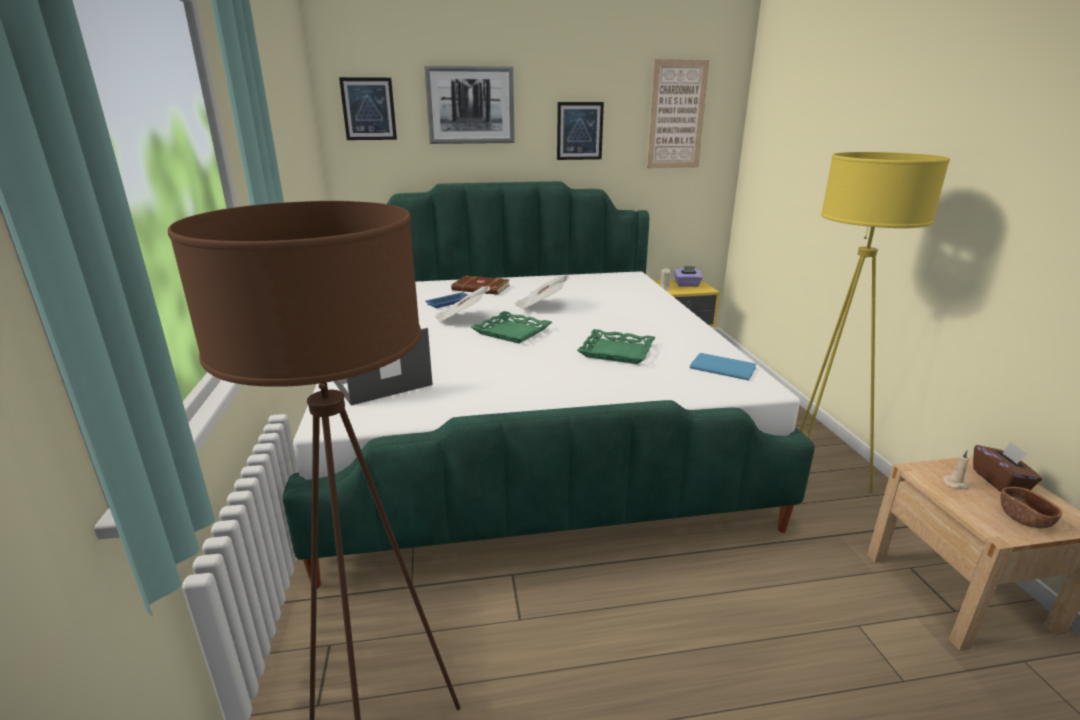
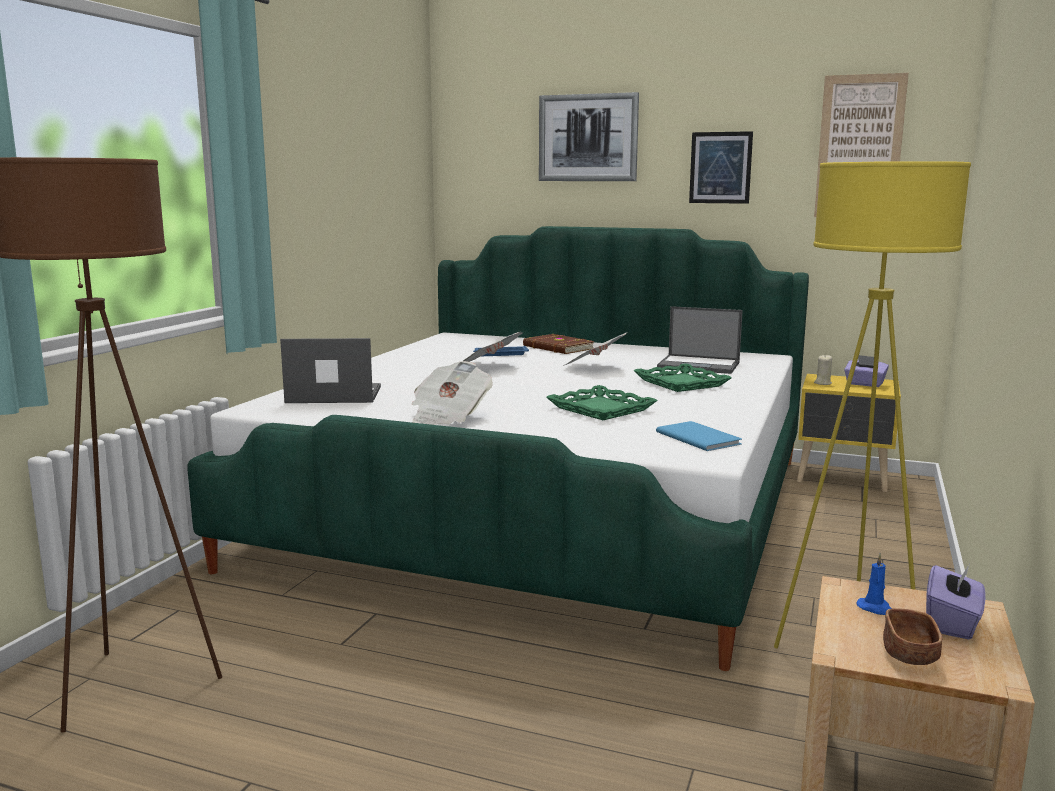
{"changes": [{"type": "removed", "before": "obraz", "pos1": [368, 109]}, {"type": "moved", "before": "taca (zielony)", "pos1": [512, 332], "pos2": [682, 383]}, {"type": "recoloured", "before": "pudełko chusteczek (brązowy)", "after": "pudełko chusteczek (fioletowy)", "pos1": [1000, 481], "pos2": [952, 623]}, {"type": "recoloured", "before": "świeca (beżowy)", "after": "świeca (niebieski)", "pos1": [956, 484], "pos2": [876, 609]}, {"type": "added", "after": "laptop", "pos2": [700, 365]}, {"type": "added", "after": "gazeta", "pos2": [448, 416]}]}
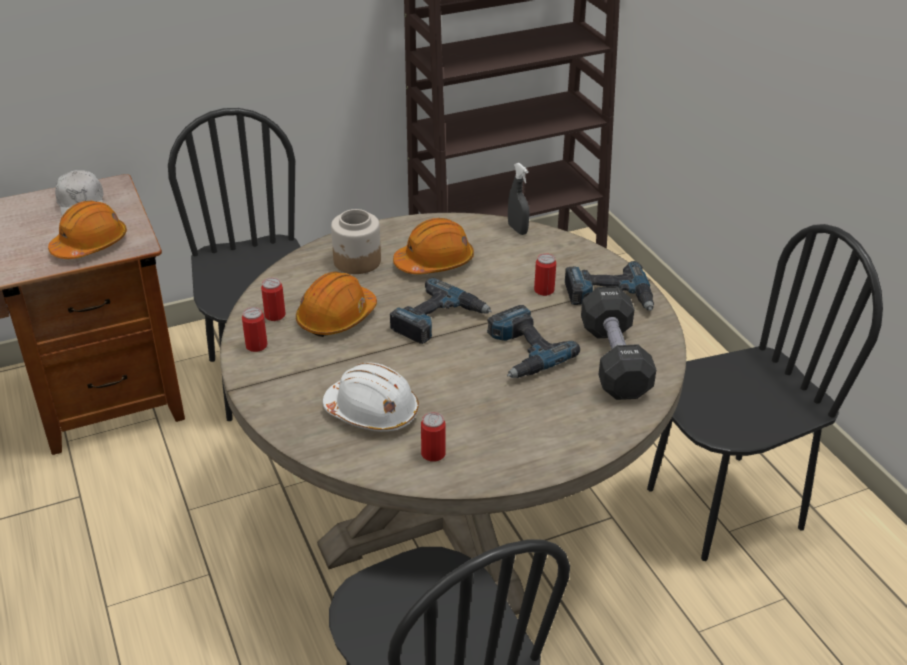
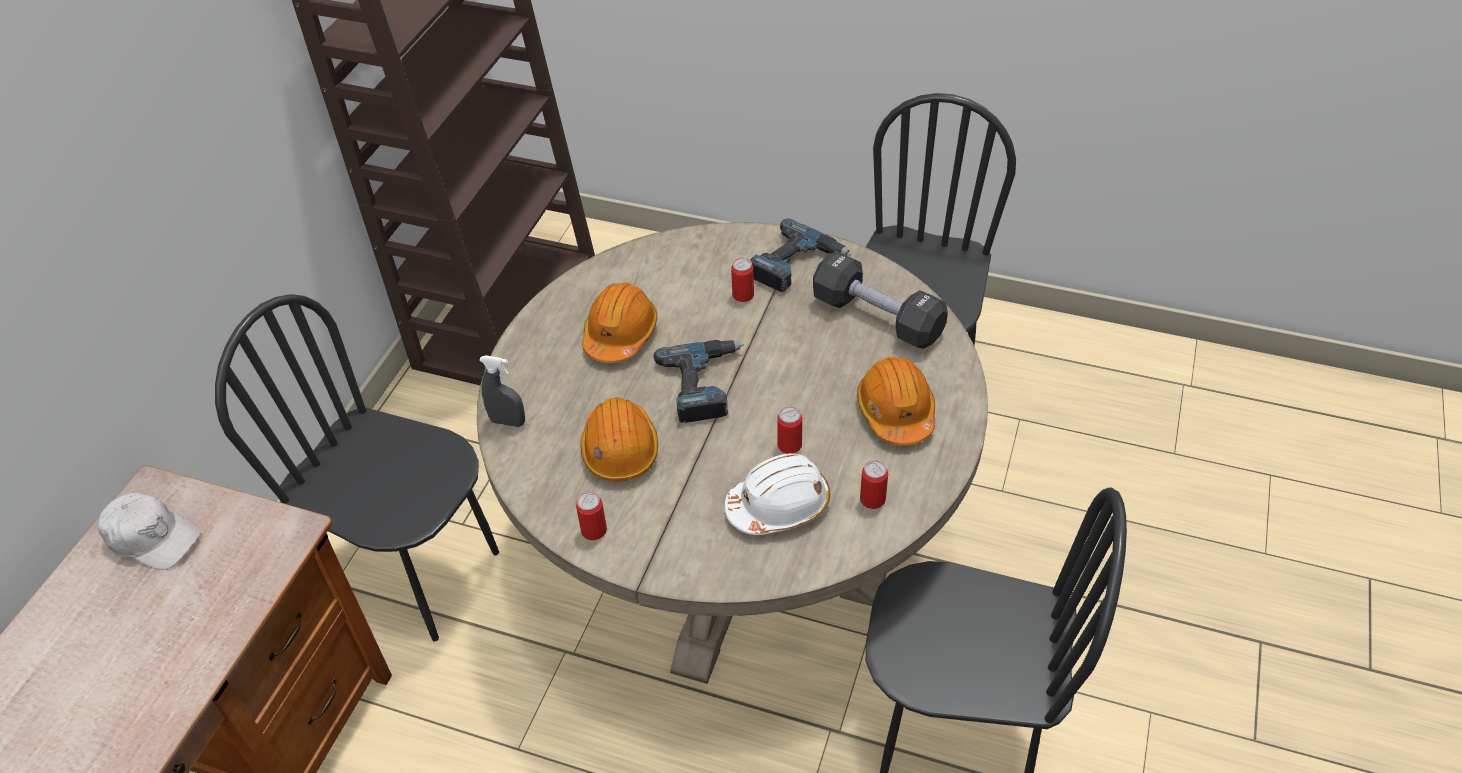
{"changes": [{"type": "moved", "before": "spryskiwacz (szary)", "pos1": [517, 229], "pos2": [508, 422]}, {"type": "moved", "before": "kask (pomarańczowy)", "pos1": [90, 245], "pos2": [896, 411]}, {"type": "removed", "before": "słoik", "pos1": [357, 261]}, {"type": "moved", "before": "puszka", "pos1": [275, 315], "pos2": [789, 445]}, {"type": "removed", "before": "wiertarka", "pos1": [522, 351]}]}
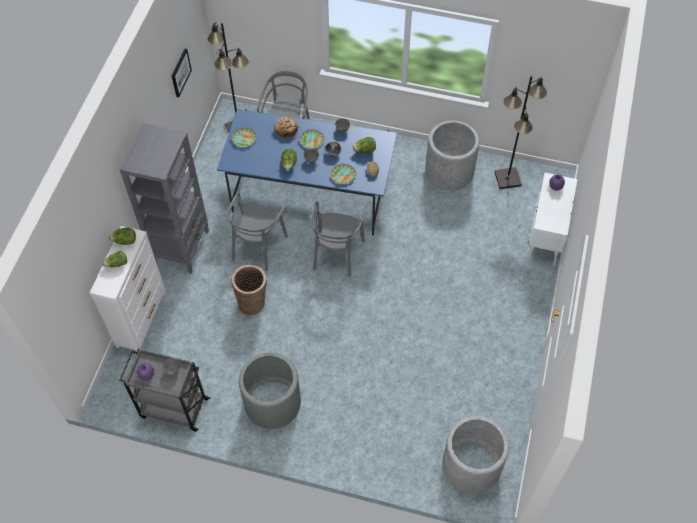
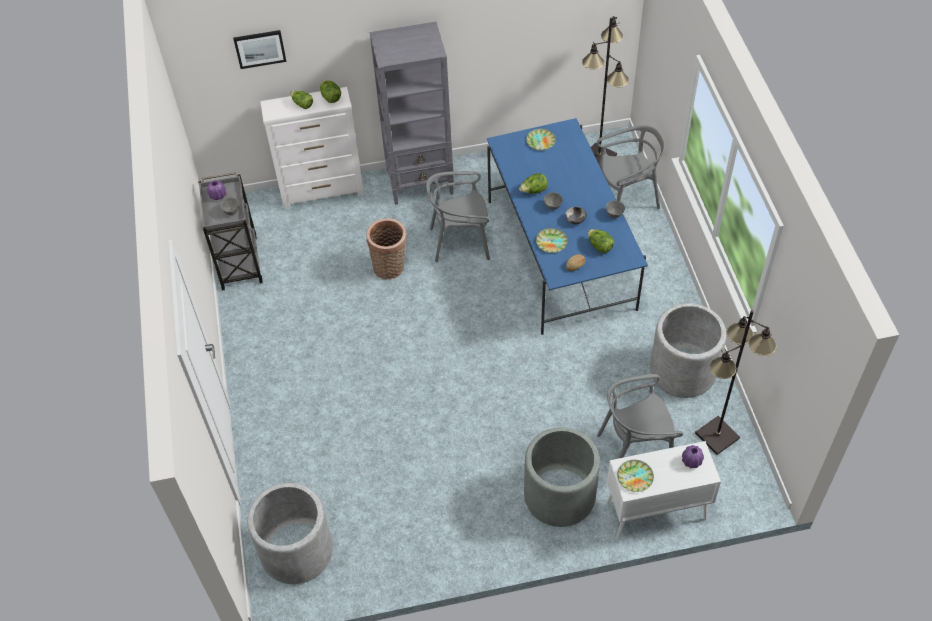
{"changes": [{"type": "moved", "before": "obraz", "pos1": [180, 72], "pos2": [260, 48]}, {"type": "removed", "before": "chleb", "pos1": [287, 129]}, {"type": "moved", "before": "talerz", "pos1": [311, 140], "pos2": [635, 477]}, {"type": "moved", "before": "krzesło (szary)", "pos1": [337, 254], "pos2": [635, 448]}, {"type": "moved", "before": "donica (szary)", "pos1": [272, 403], "pos2": [559, 495]}]}
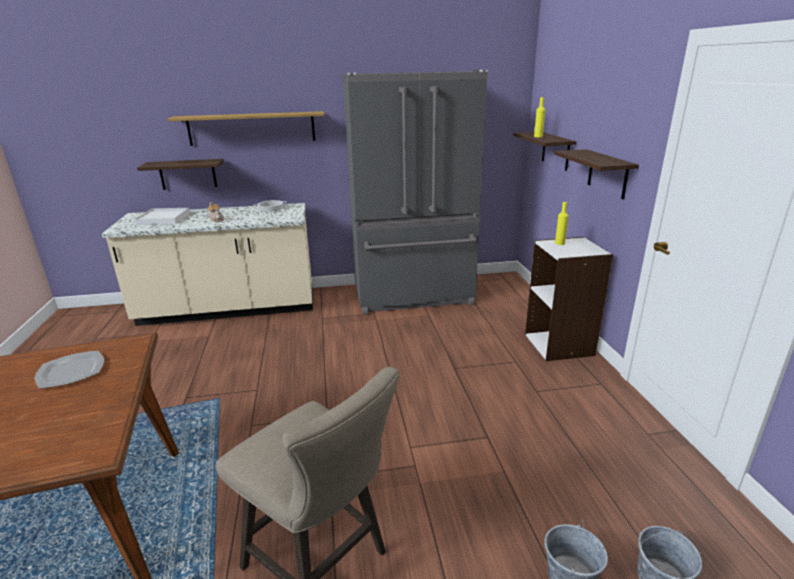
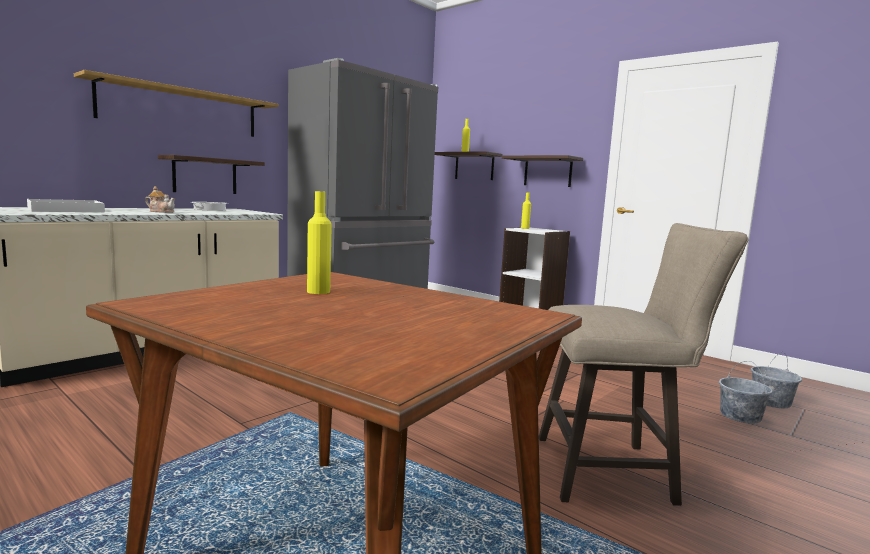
{"changes": [{"type": "moved", "before": "półka", "pos1": [188, 174], "pos2": [205, 176]}, {"type": "replaced", "before": "talerz", "after": "butelka (żółty)", "pos1": [71, 372], "pos2": [318, 291]}]}
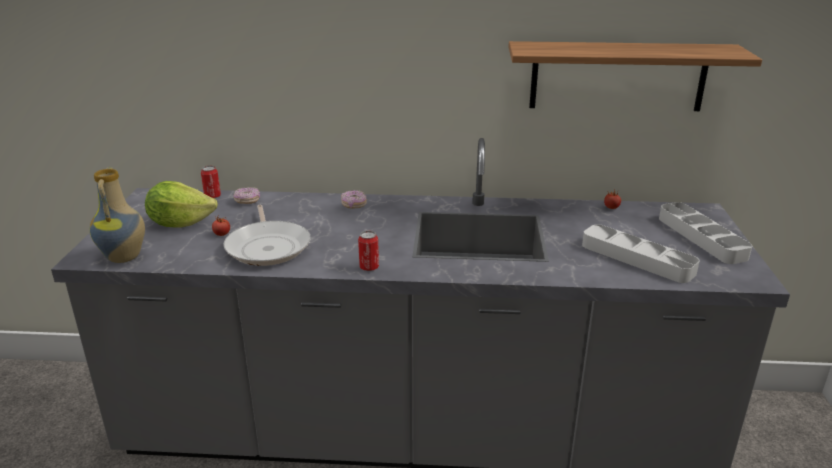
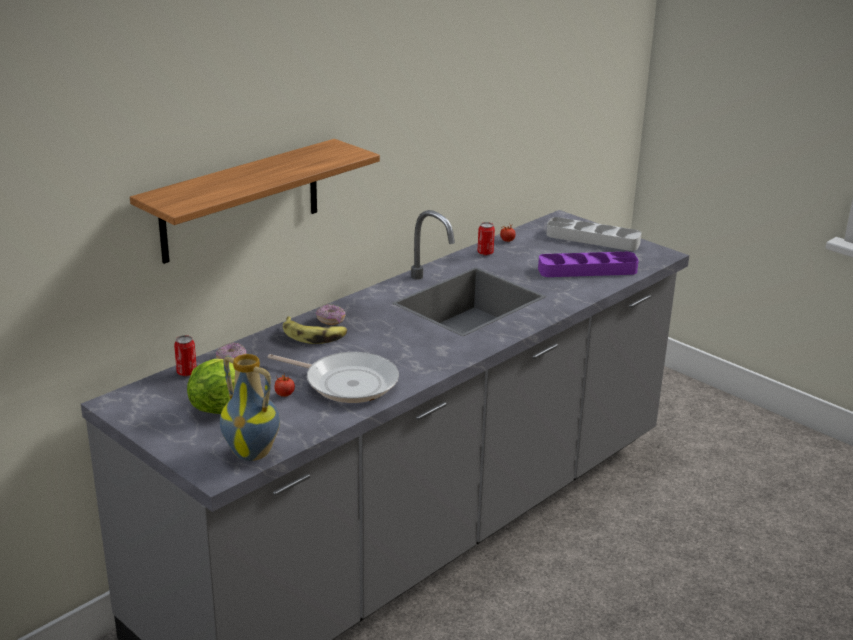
{"changes": [{"type": "moved", "before": "półka", "pos1": [618, 76], "pos2": [241, 201]}, {"type": "recoloured", "before": "taca (szary)", "after": "taca (fioletowy)", "pos1": [637, 258], "pos2": [587, 270]}, {"type": "moved", "before": "puszka", "pos1": [369, 267], "pos2": [485, 253]}, {"type": "added", "after": "banan", "pos2": [314, 336]}]}
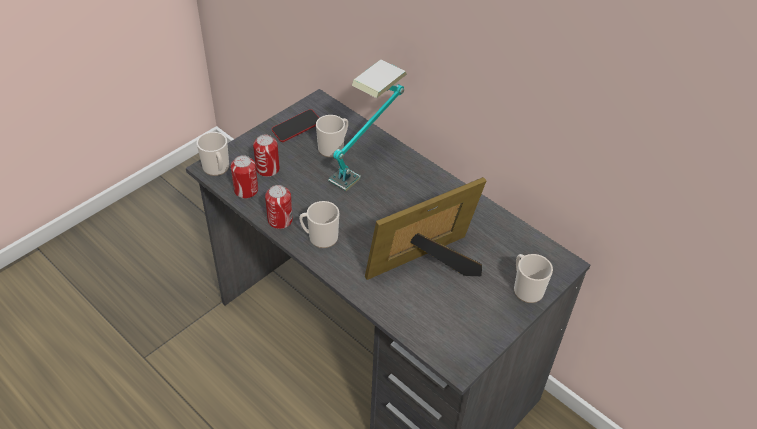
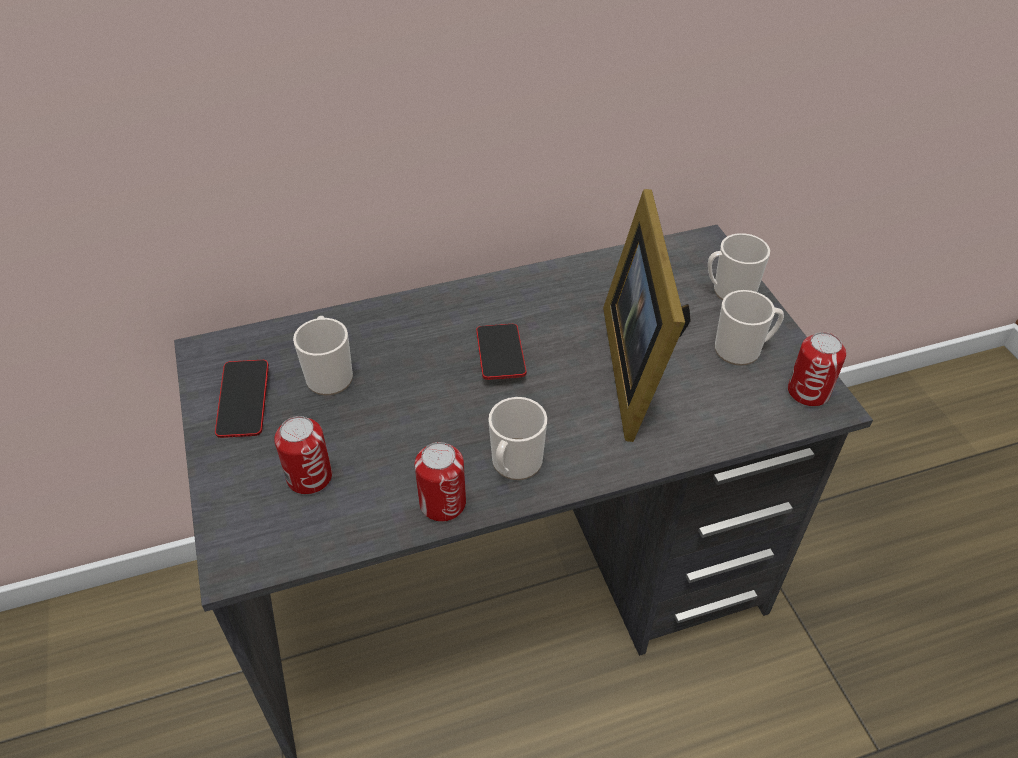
{"changes": [{"type": "removed", "before": "lampa stołowa", "pos1": [367, 161]}, {"type": "moved", "before": "kubek", "pos1": [217, 169], "pos2": [742, 349]}, {"type": "moved", "before": "puszka", "pos1": [246, 190], "pos2": [808, 392]}, {"type": "added", "after": "telefon", "pos2": [500, 356]}]}
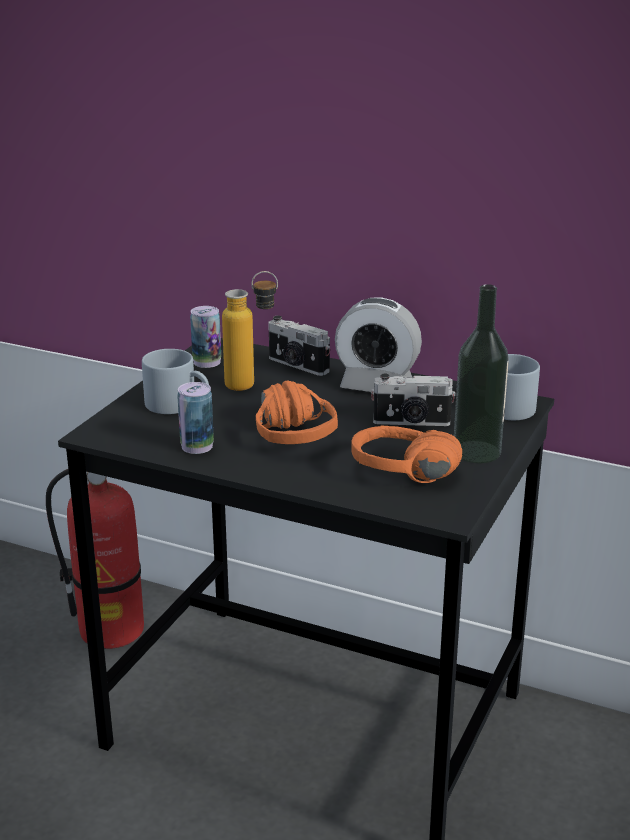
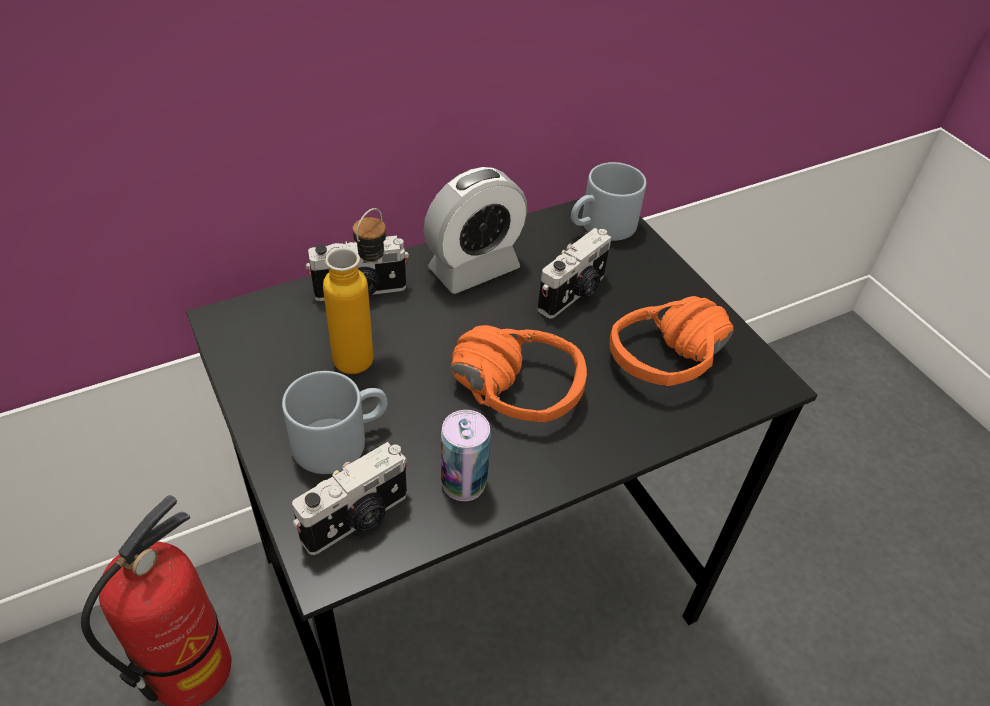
{"changes": [{"type": "removed", "before": "butelka", "pos1": [476, 452]}, {"type": "removed", "before": "puszka", "pos1": [207, 362]}, {"type": "added", "after": "aparat fotograficzny", "pos2": [357, 519]}]}
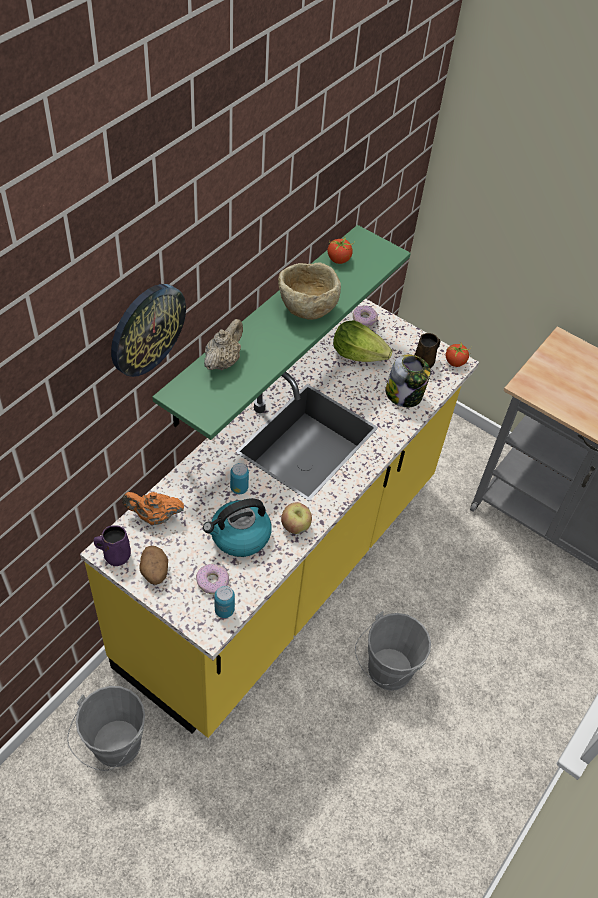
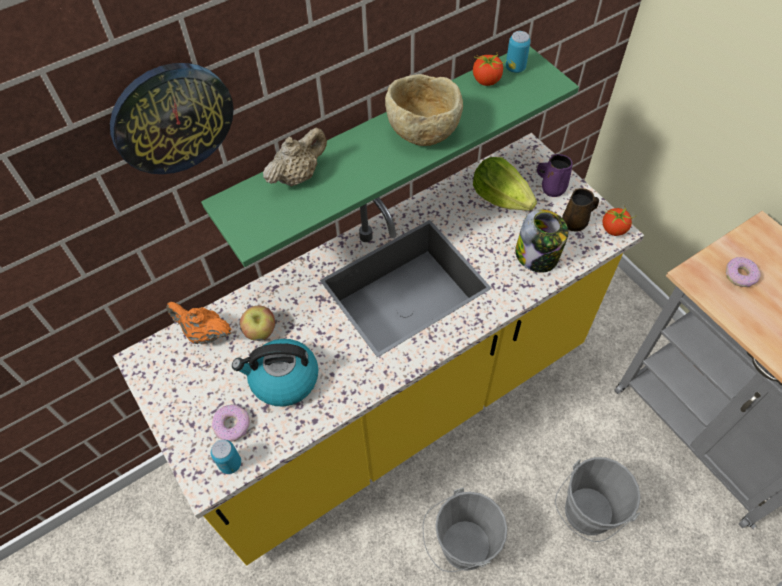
{"changes": [{"type": "moved", "before": "donut", "pos1": [364, 319], "pos2": [740, 275]}, {"type": "moved", "before": "puszka", "pos1": [239, 488], "pos2": [515, 68]}, {"type": "moved", "before": "jabłko", "pos1": [295, 526], "pos2": [260, 332]}, {"type": "moved", "before": "kubek (fioletowy)", "pos1": [115, 556], "pos2": [551, 188]}, {"type": "removed", "before": "ziemniak", "pos1": [154, 572]}, {"type": "moved", "before": "wiadro (szary)", "pos1": [113, 749], "pos2": [584, 515]}]}
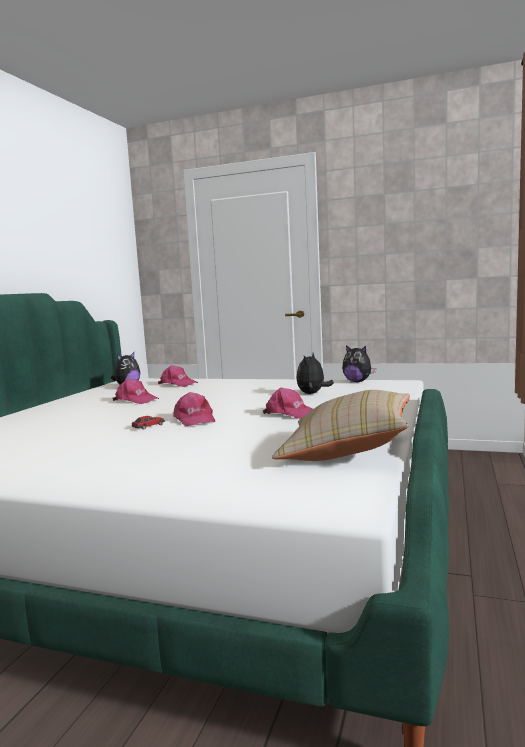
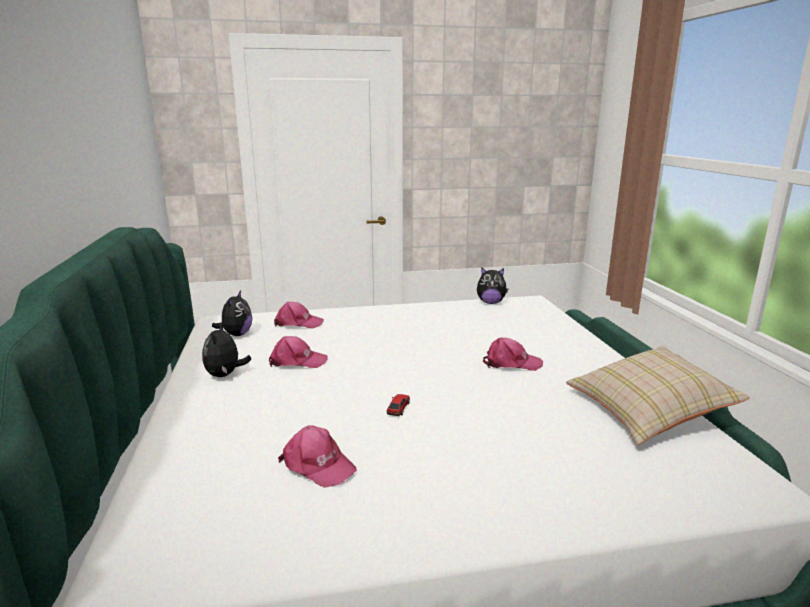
{"changes": [{"type": "moved", "before": "pluszak", "pos1": [312, 394], "pos2": [225, 375]}, {"type": "moved", "before": "czapka z daszkiem (różowy)", "pos1": [194, 419], "pos2": [317, 465]}]}
